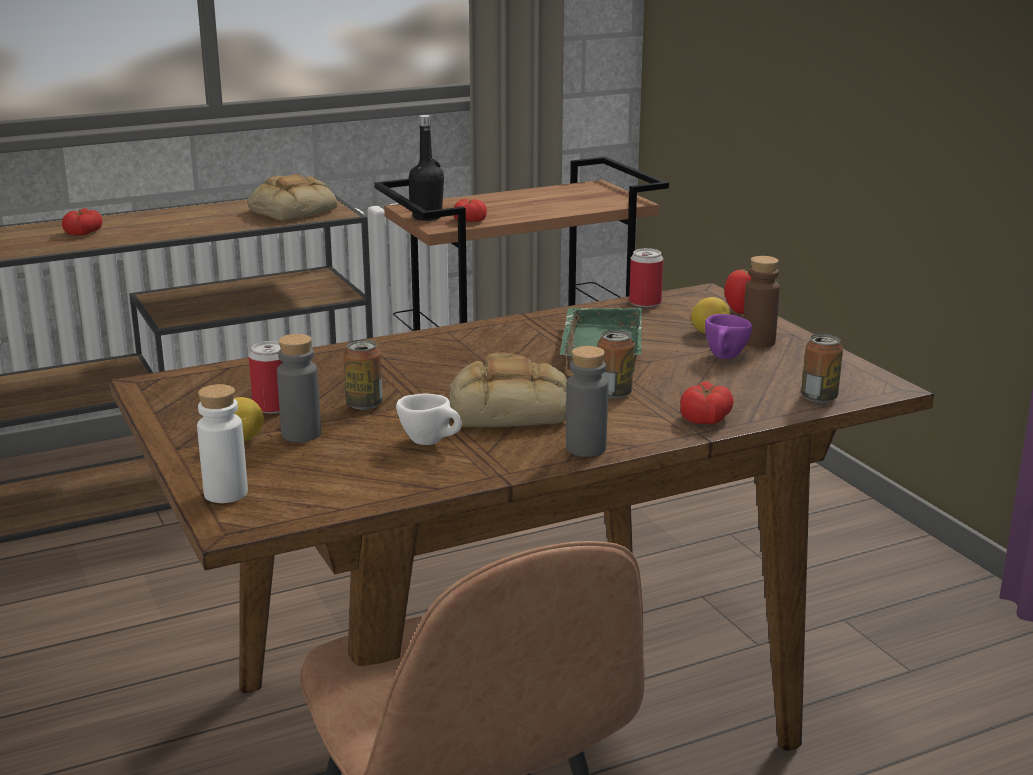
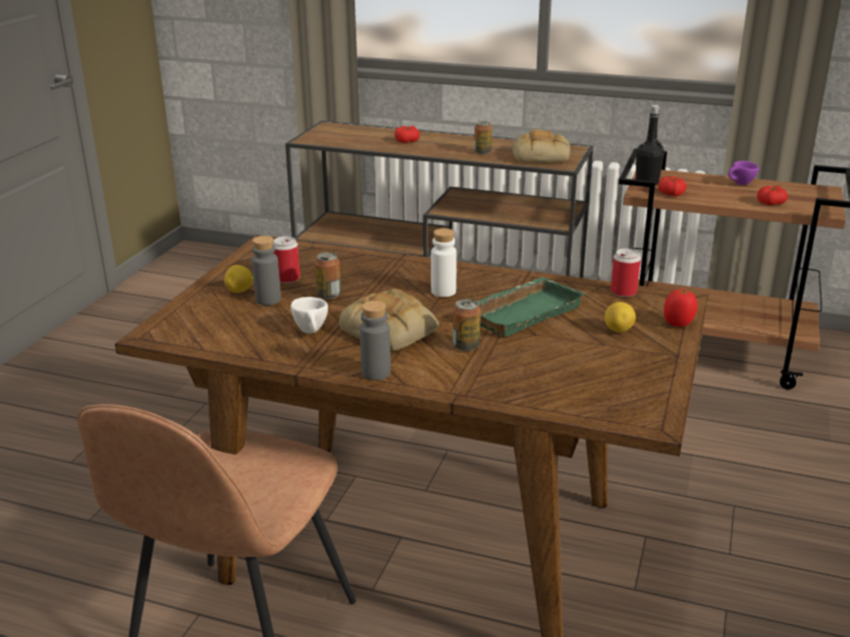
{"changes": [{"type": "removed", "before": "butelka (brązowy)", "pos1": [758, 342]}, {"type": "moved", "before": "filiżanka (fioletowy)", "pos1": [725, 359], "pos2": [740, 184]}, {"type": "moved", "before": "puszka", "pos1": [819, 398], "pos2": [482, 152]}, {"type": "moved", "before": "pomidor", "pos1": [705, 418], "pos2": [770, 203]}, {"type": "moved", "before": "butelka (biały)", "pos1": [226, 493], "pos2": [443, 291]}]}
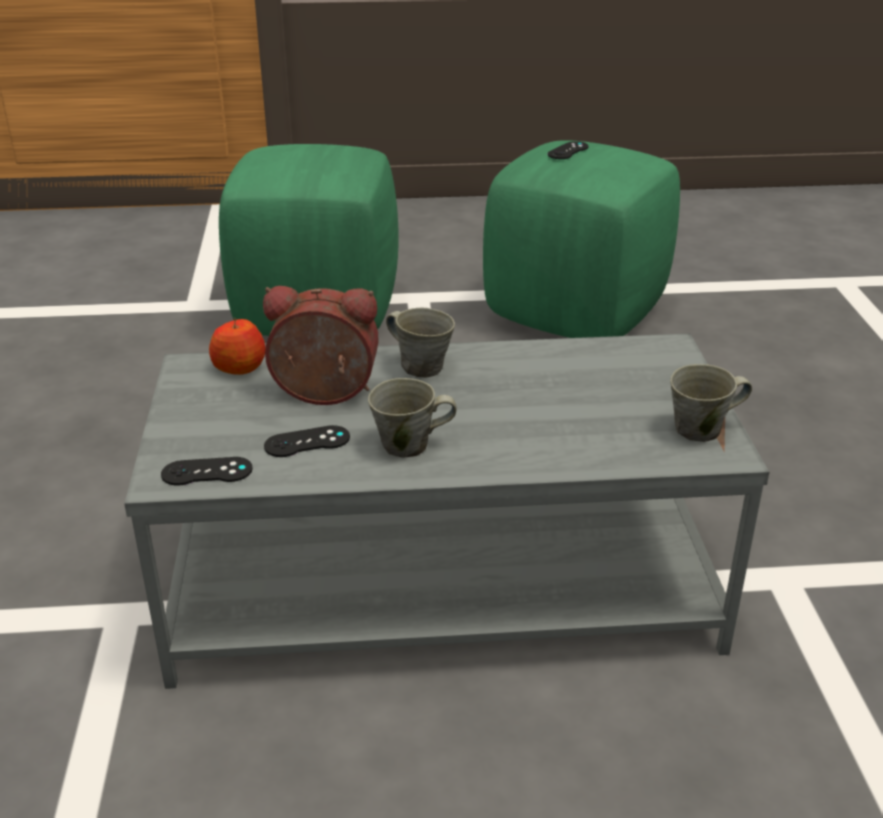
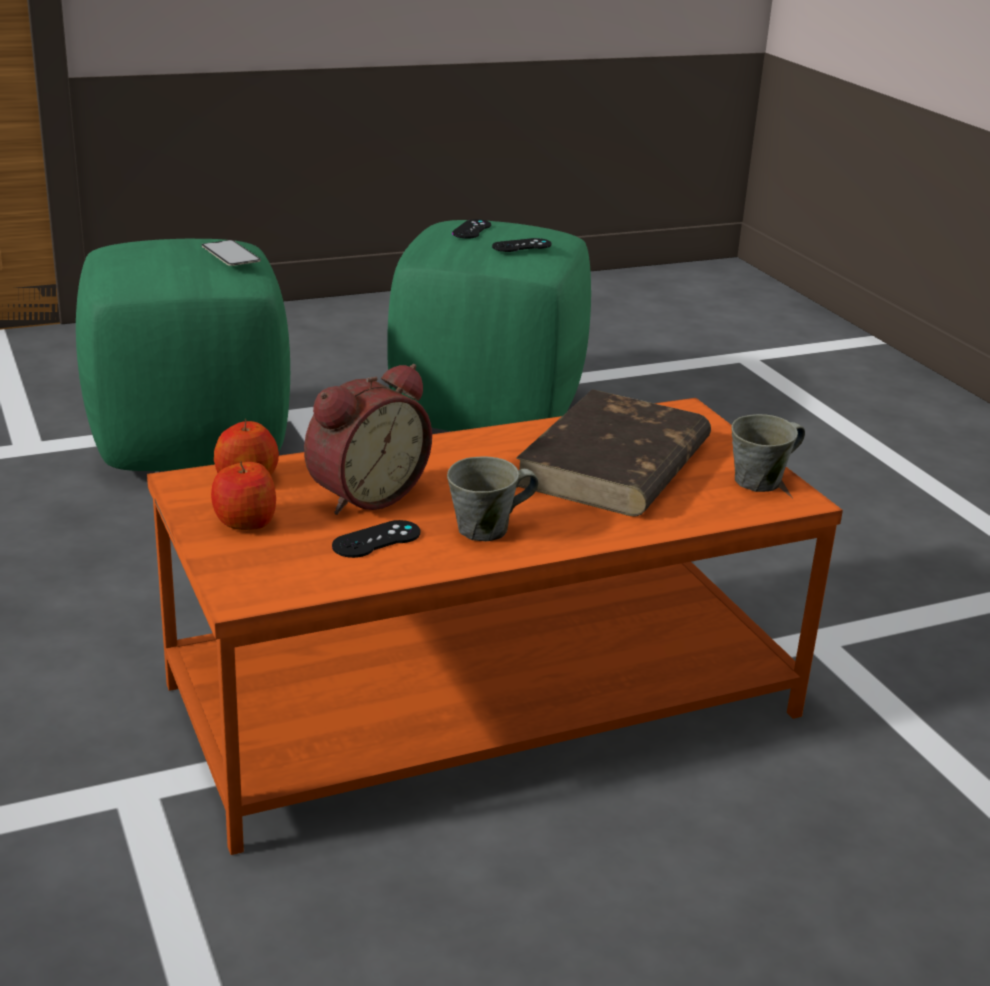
{"changes": [{"type": "turned", "before": "budzik", "pos1": [324, 396], "pos2": [363, 494], "turn": 150}, {"type": "removed", "before": "kubek (szary)", "pos1": [420, 366]}, {"type": "recoloured", "before": "ława (szary)", "after": "ława (pomarańczowy)", "pos1": [443, 583], "pos2": [485, 698]}, {"type": "moved", "before": "pad do gier (czarny)", "pos1": [207, 472], "pos2": [521, 246]}, {"type": "added", "after": "telefon", "pos2": [230, 254]}, {"type": "added", "after": "książka (brązowy)", "pos2": [614, 464]}, {"type": "added", "after": "jabłko", "pos2": [245, 522]}]}
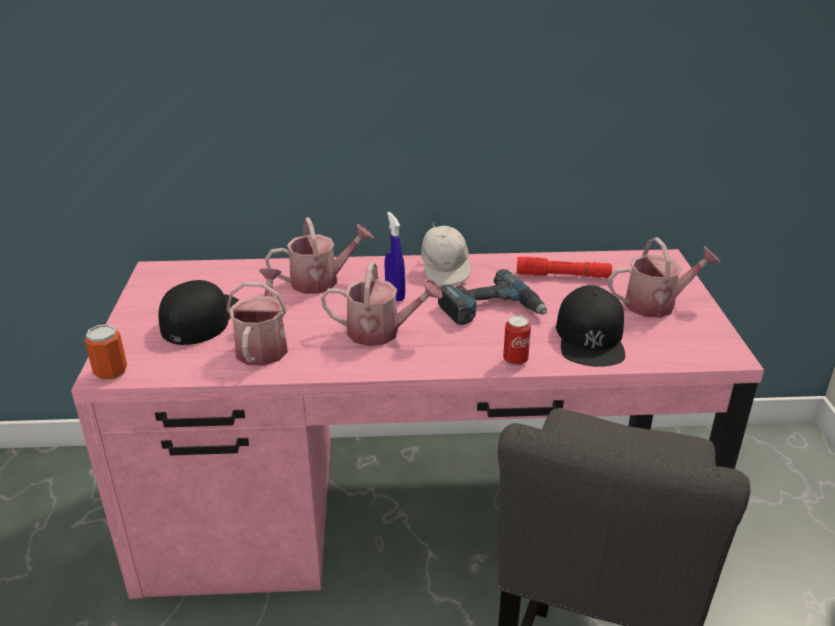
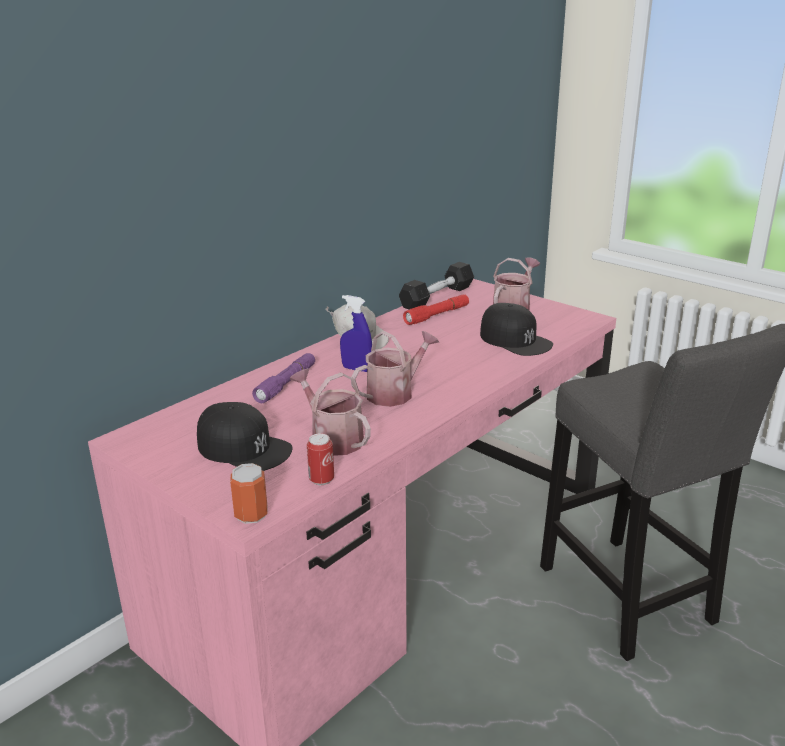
{"changes": [{"type": "replaced", "before": "konewka", "after": "latarka (fioletowy)", "pos1": [321, 281], "pos2": [286, 384]}, {"type": "removed", "before": "wiertarka", "pos1": [491, 309]}, {"type": "turned", "before": "czapka z daszkiem (czarny)", "pos1": [200, 318], "pos2": [244, 448], "turn": 150}, {"type": "moved", "before": "puszka", "pos1": [515, 360], "pos2": [321, 480]}, {"type": "added", "after": "hantel (czarny)", "pos2": [437, 297]}]}
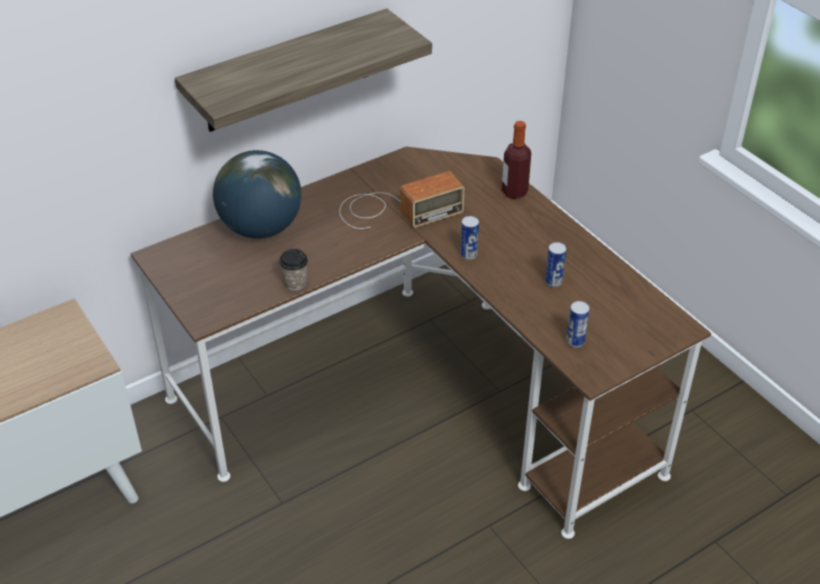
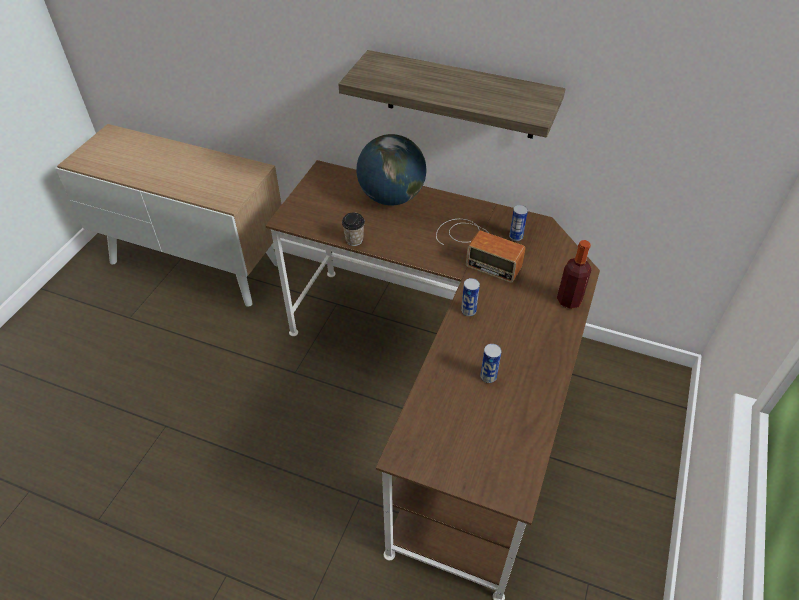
{"changes": [{"type": "moved", "before": "puszka", "pos1": [575, 342], "pos2": [516, 237]}]}
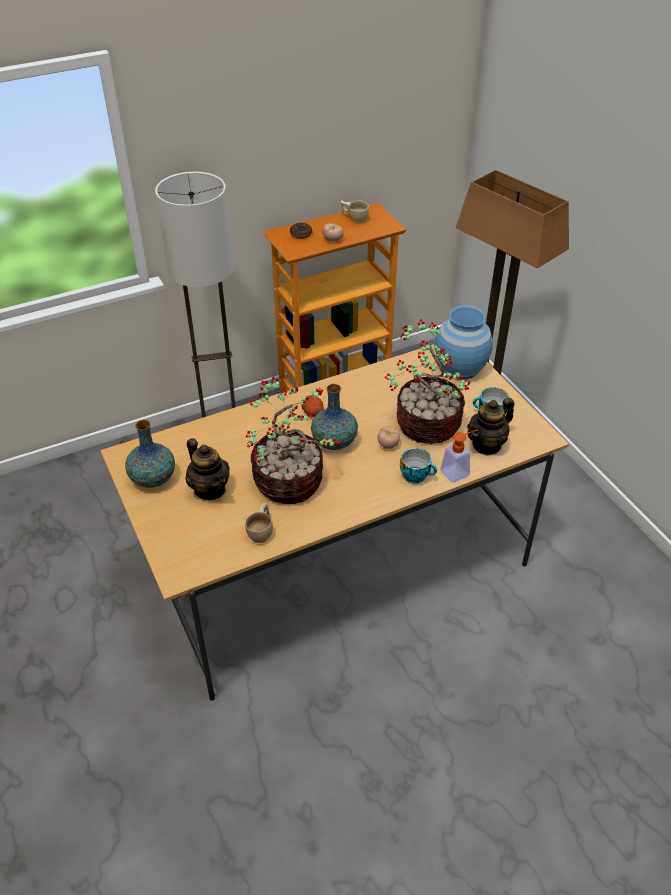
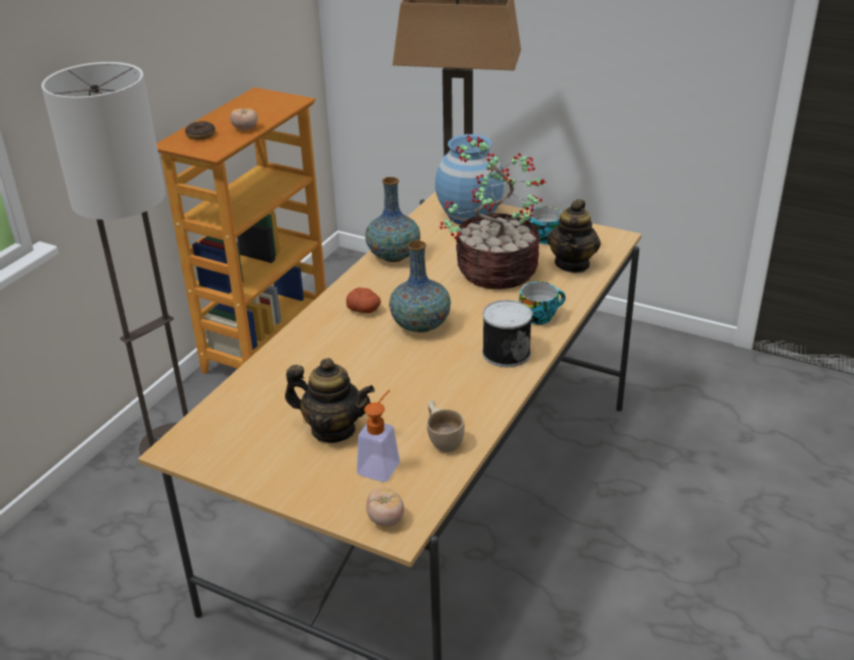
{"changes": [{"type": "removed", "before": "filiżanka (beżowy)", "pos1": [354, 218]}, {"type": "removed", "before": "roślina doniczkowa", "pos1": [290, 481]}, {"type": "moved", "before": "wazon", "pos1": [153, 479], "pos2": [394, 256]}, {"type": "moved", "before": "pomidor", "pos1": [388, 444], "pos2": [386, 520]}, {"type": "moved", "before": "dozownik mydła", "pos1": [458, 471], "pos2": [382, 464]}, {"type": "added", "after": "puszka", "pos2": [505, 352]}]}
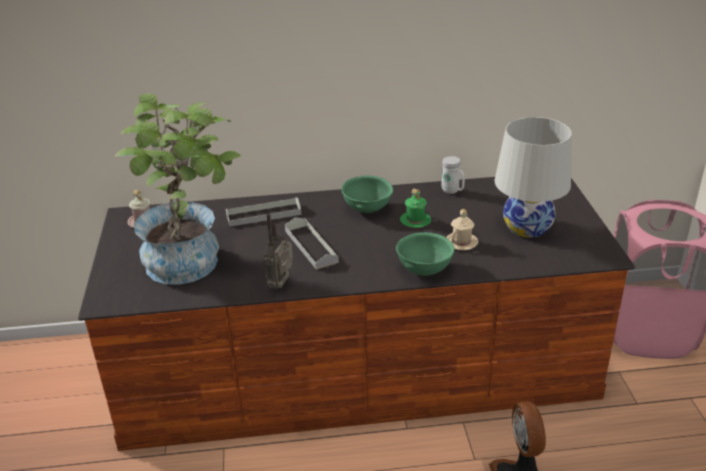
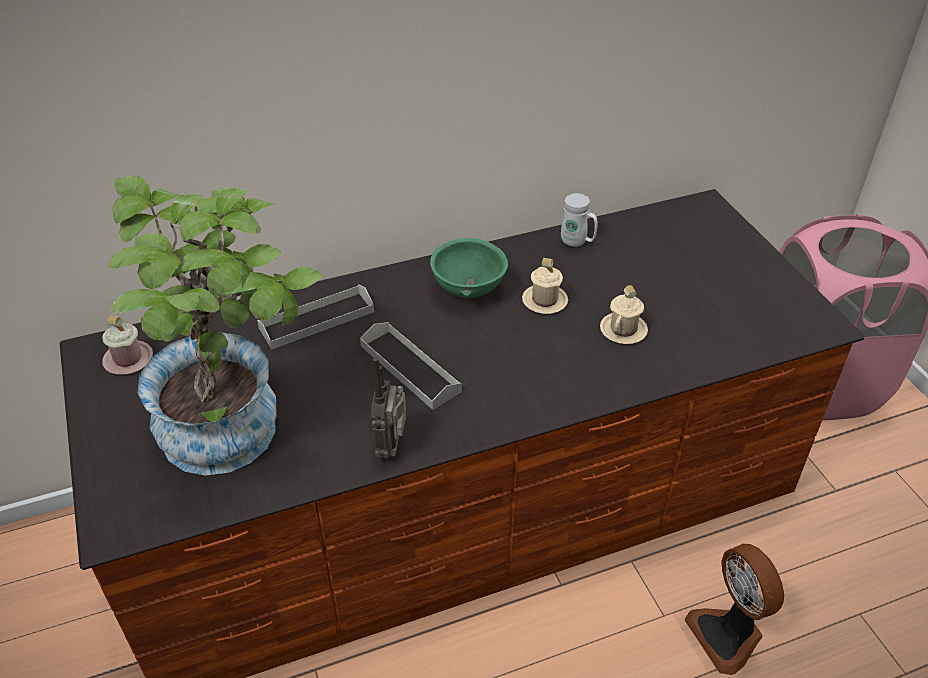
{"changes": [{"type": "removed", "before": "lampa stołowa (biały)", "pos1": [527, 227]}, {"type": "recoloured", "before": "kubek (zielony)", "after": "kubek (beżowy)", "pos1": [415, 221], "pos2": [544, 301]}, {"type": "removed", "before": "miska (zielony)", "pos1": [423, 270]}]}
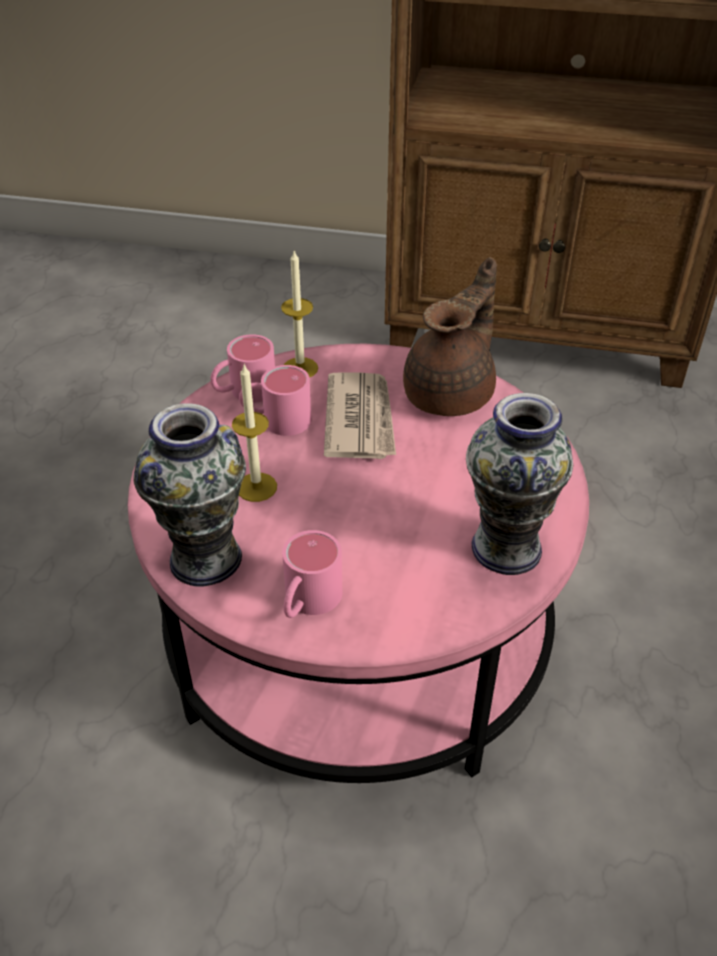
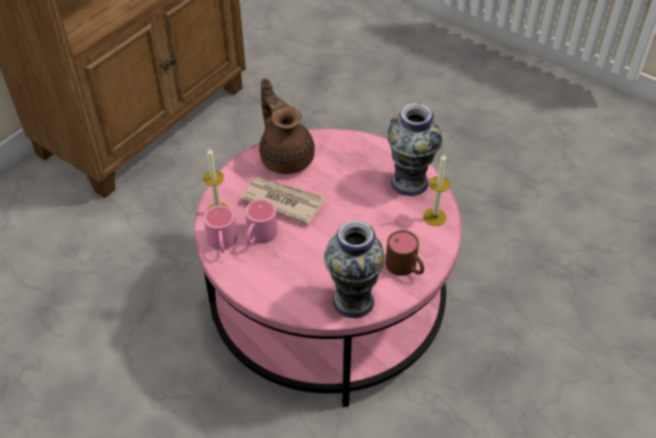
{"changes": [{"type": "moved", "before": "świeca", "pos1": [256, 487], "pos2": [434, 217]}, {"type": "recoloured", "before": "kubek (różowy)", "after": "kubek (brązowy)", "pos1": [307, 602], "pos2": [406, 268]}]}
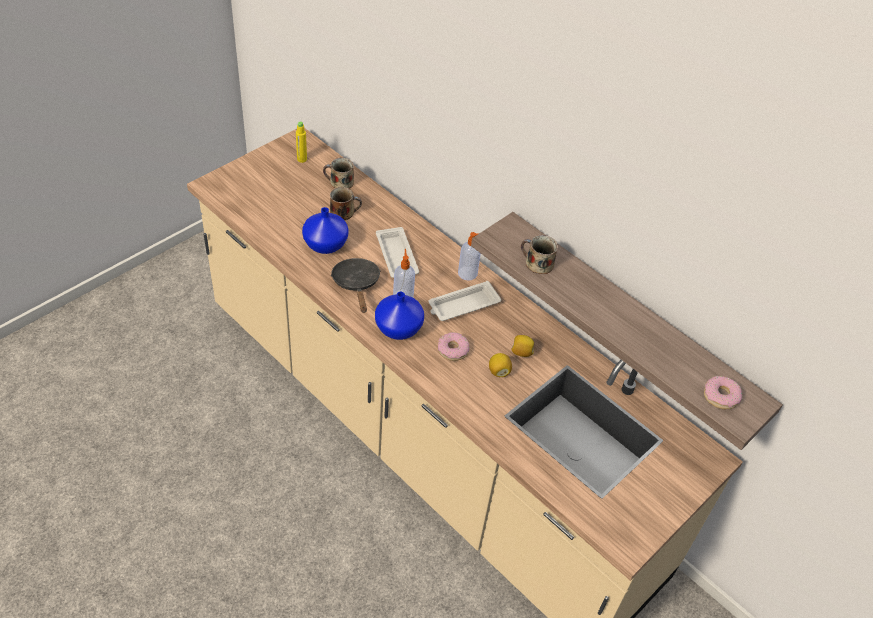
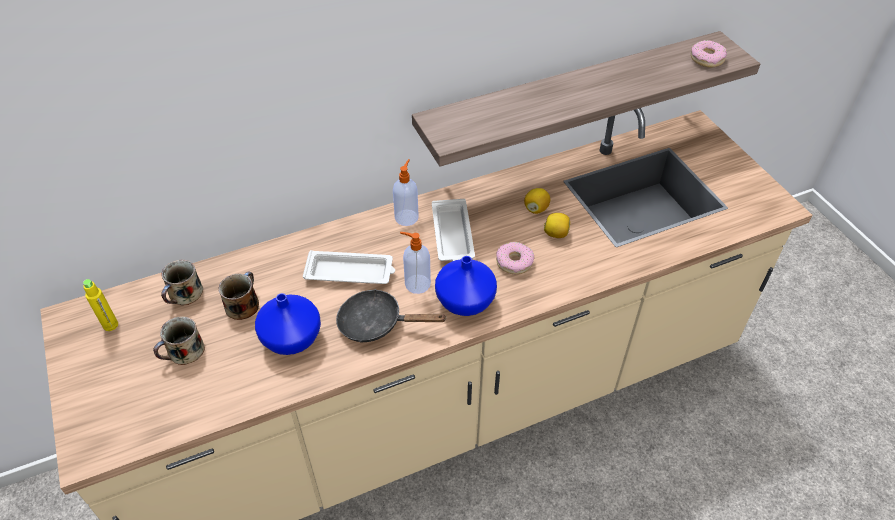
{"changes": [{"type": "moved", "before": "kubek", "pos1": [537, 263], "pos2": [184, 352]}]}
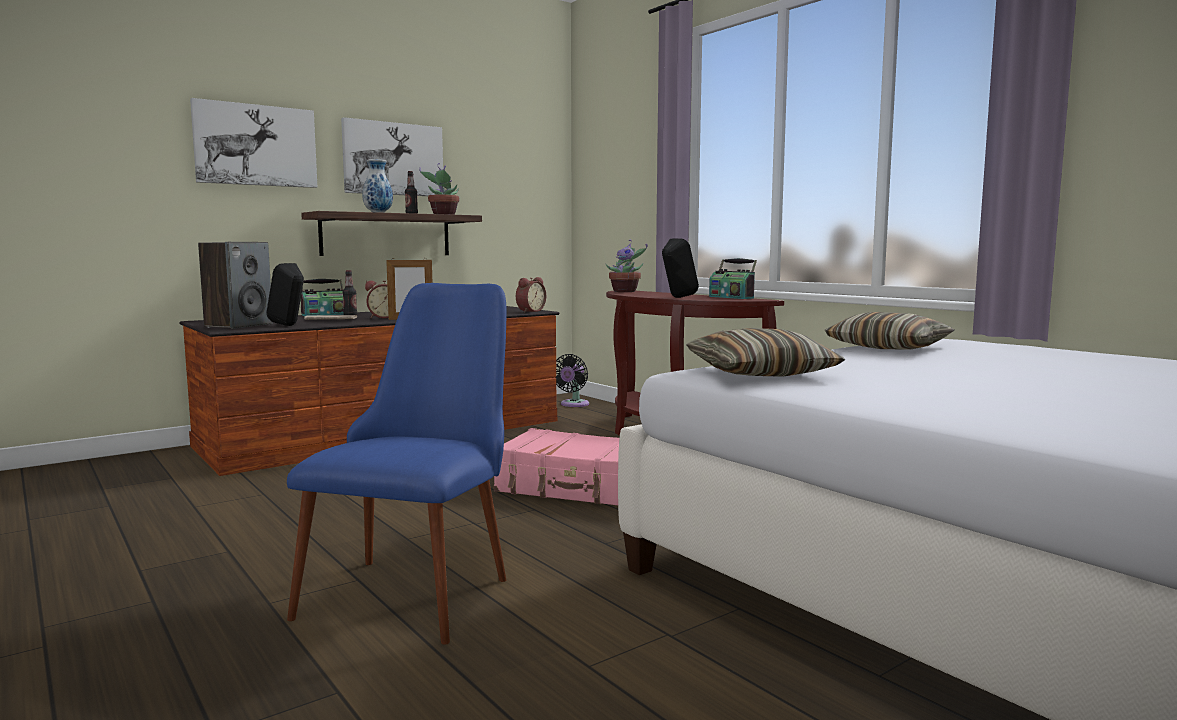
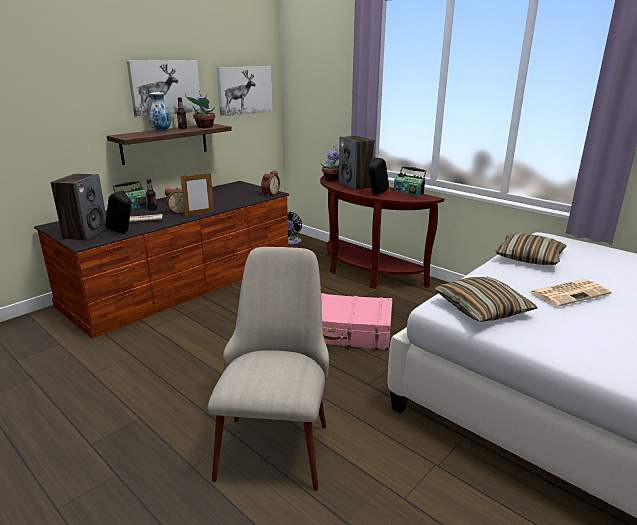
{"changes": [{"type": "moved", "before": "obraz", "pos1": [255, 145], "pos2": [244, 90]}, {"type": "recoloured", "before": "krzesło (niebieski)", "after": "krzesło (beżowy)", "pos1": [420, 583], "pos2": [276, 436]}, {"type": "added", "after": "głośnik", "pos2": [355, 185]}, {"type": "added", "after": "gazeta", "pos2": [569, 293]}]}
